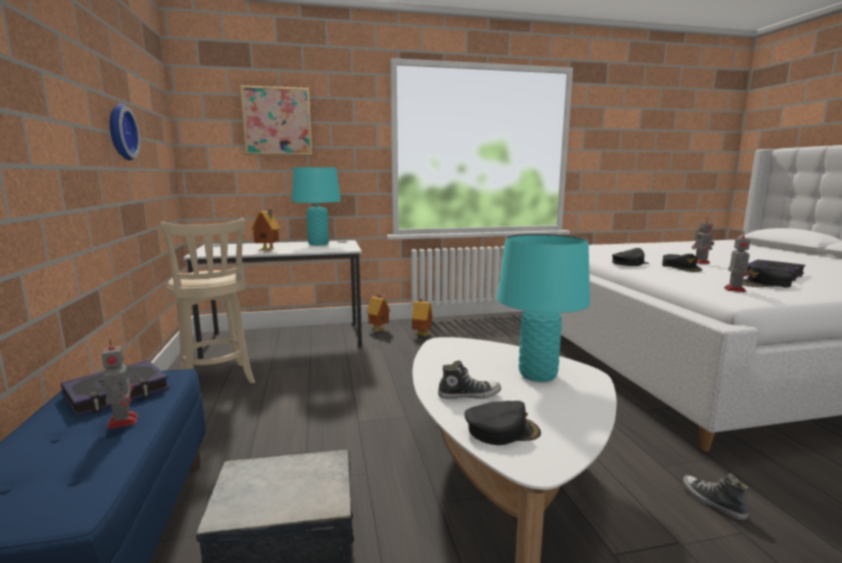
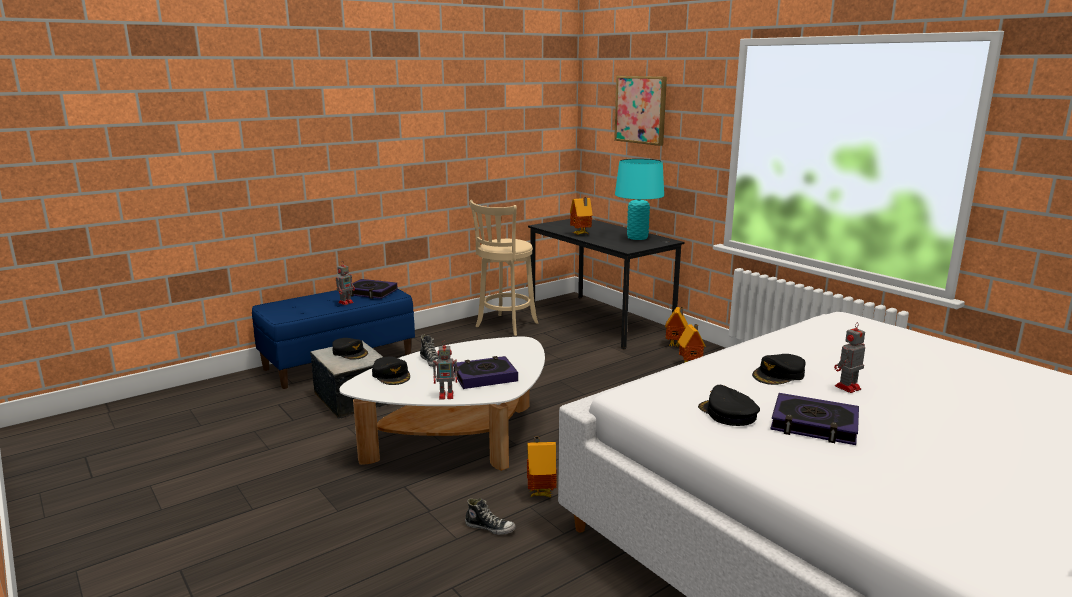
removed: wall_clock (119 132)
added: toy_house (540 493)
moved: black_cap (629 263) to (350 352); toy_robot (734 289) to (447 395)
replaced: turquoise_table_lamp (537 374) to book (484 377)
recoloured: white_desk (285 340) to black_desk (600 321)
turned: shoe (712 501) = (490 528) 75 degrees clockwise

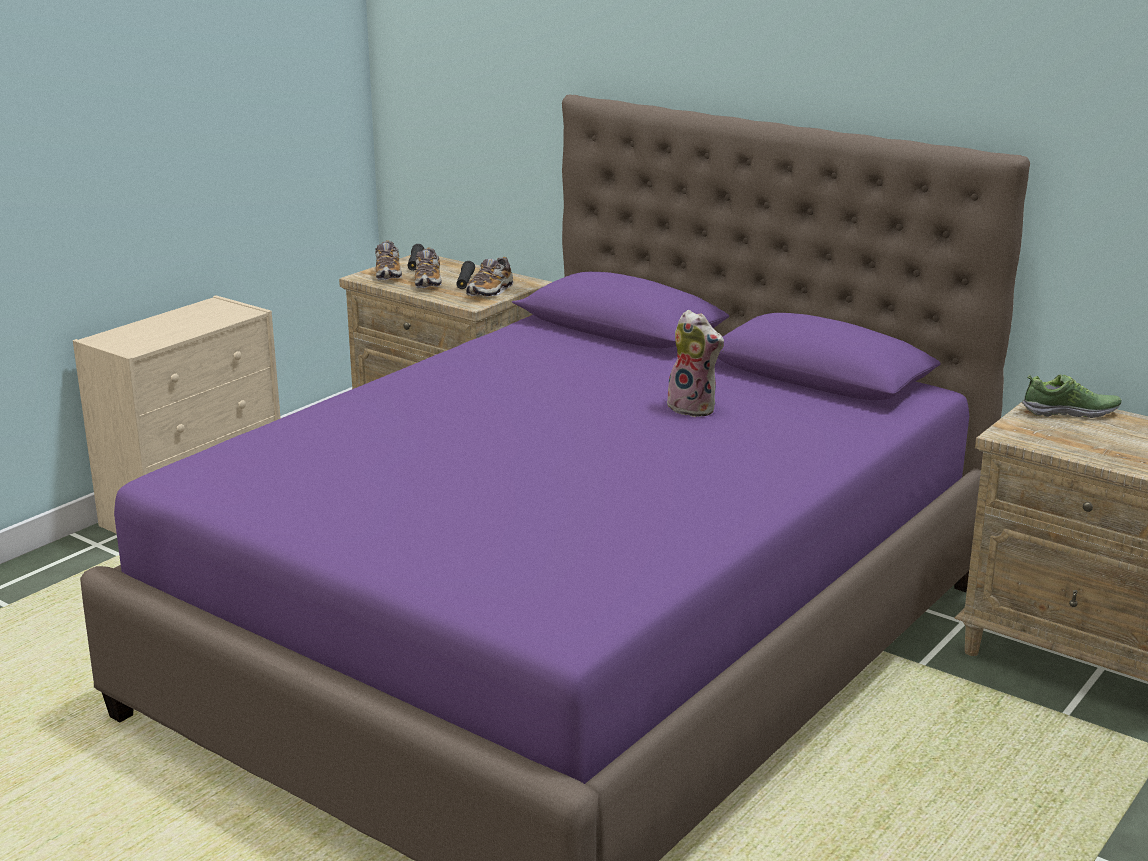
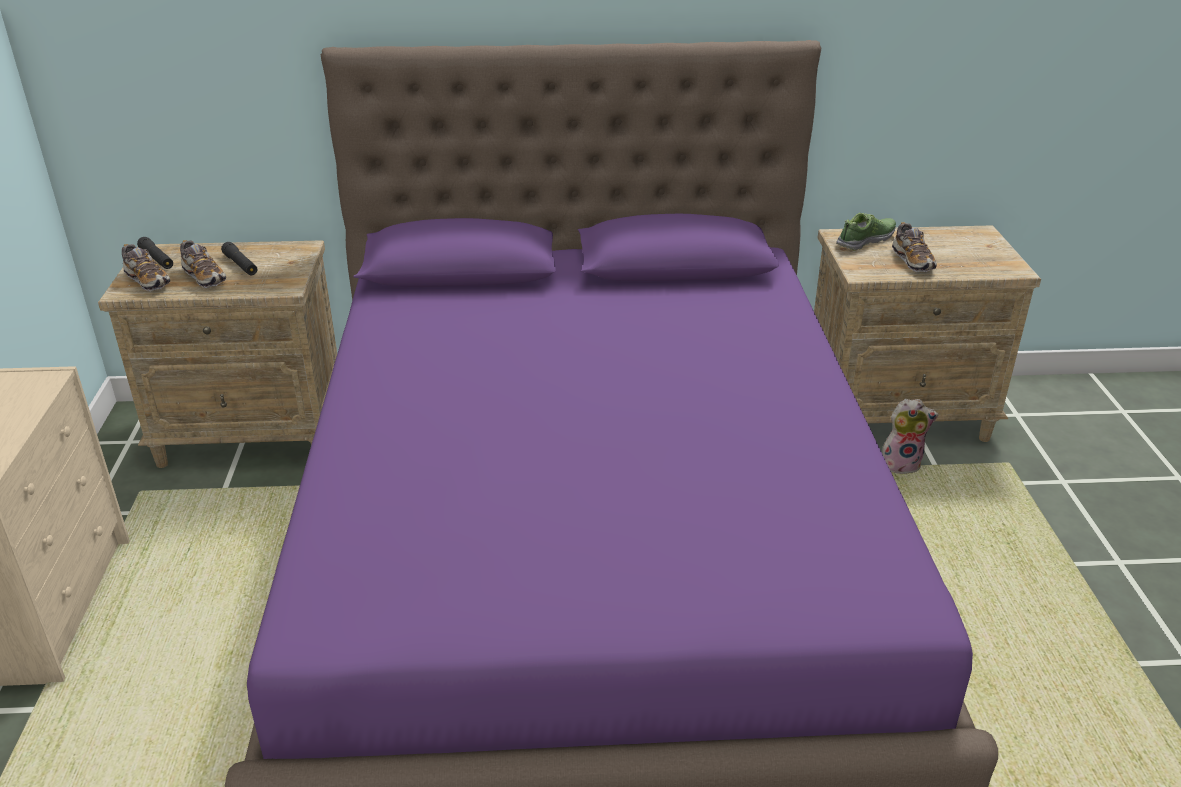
moved: shoe (490 291) to (912 261); plush_toy (694 408) to (900 465)

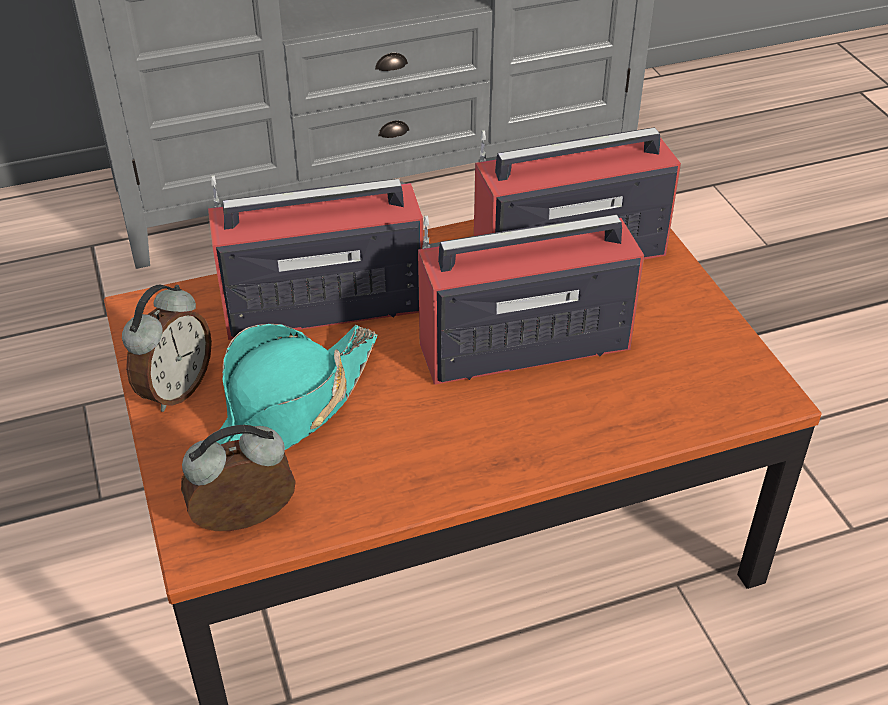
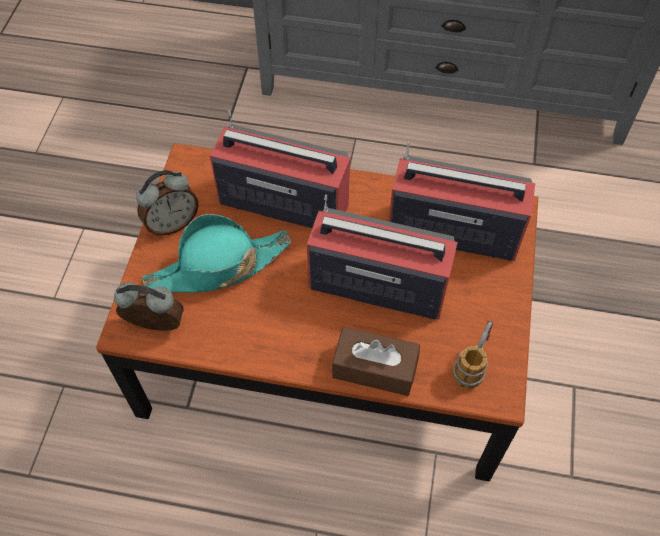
added: brown_tissue_box (374 368); mug (473 364)

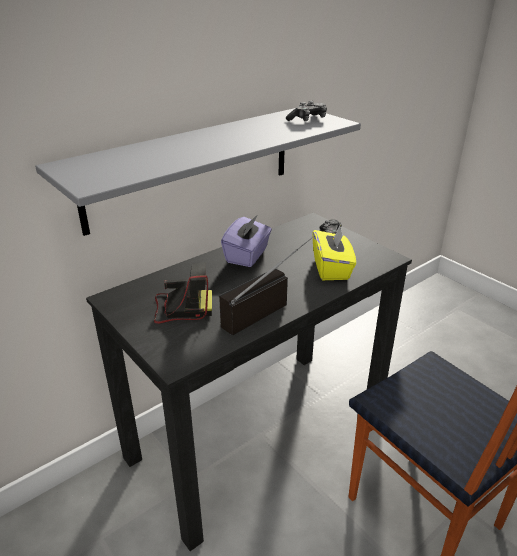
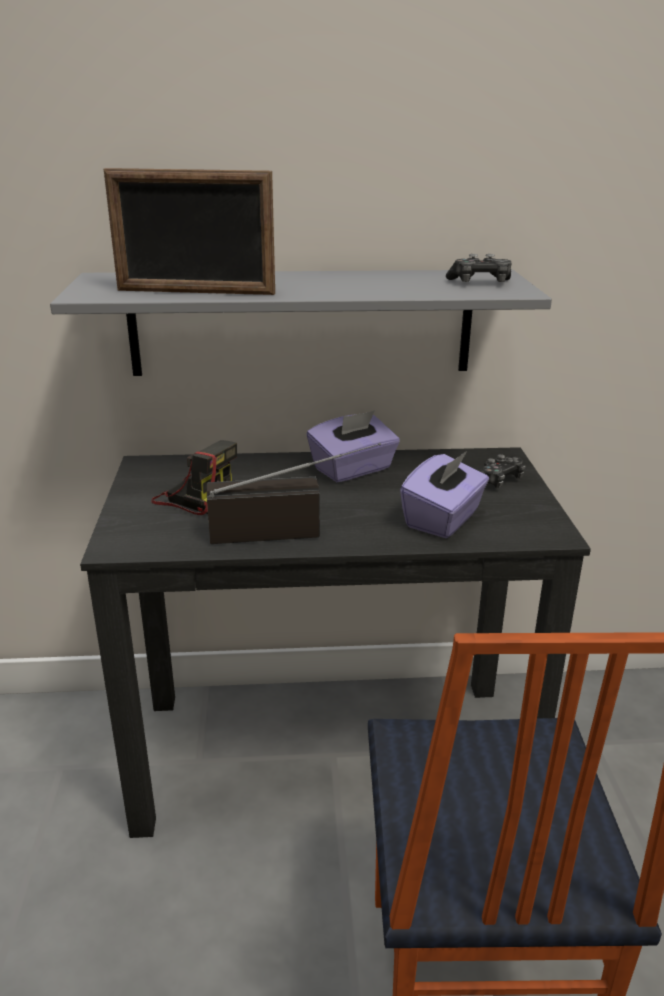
added: picture_frame (195 292)
recoloured: yellow_tissue_box (332 269) to purple_tissue_box (443 519)

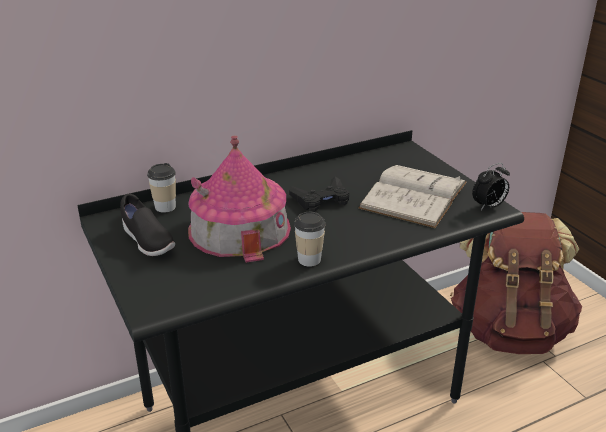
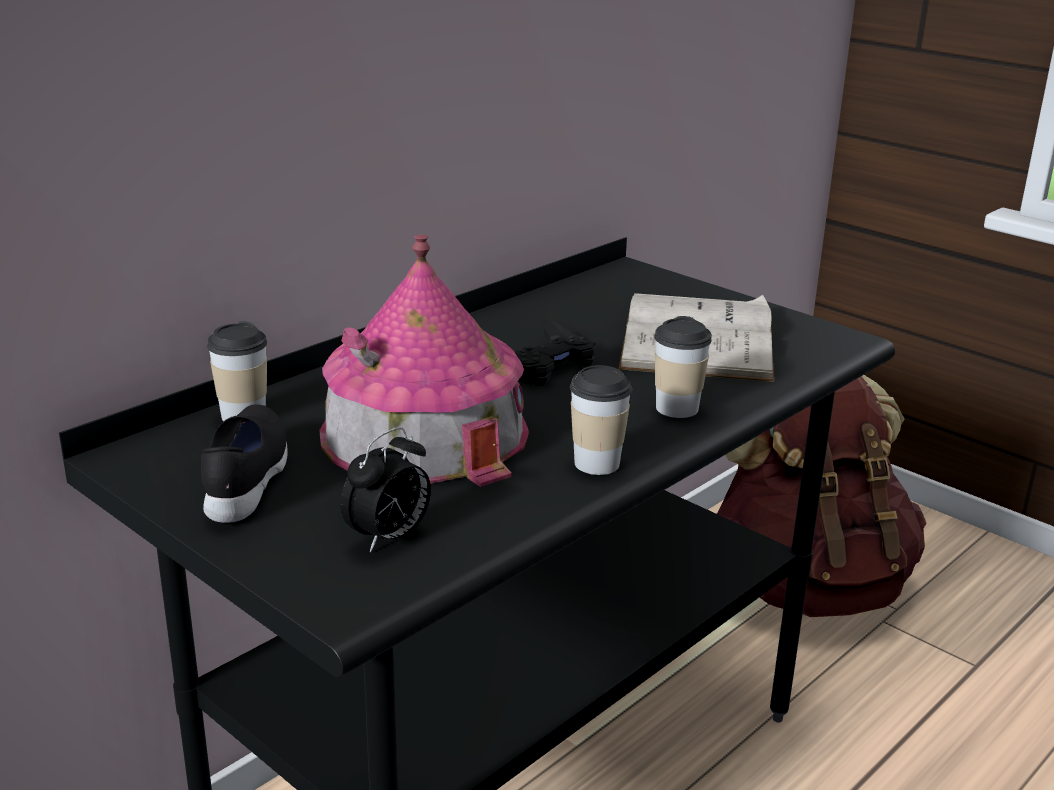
added: cup (677 408)
moved: alarm_clock (488 206) to (389 538)
turned: black_shoe (147 241) = (248 481) 120 degrees counterclockwise

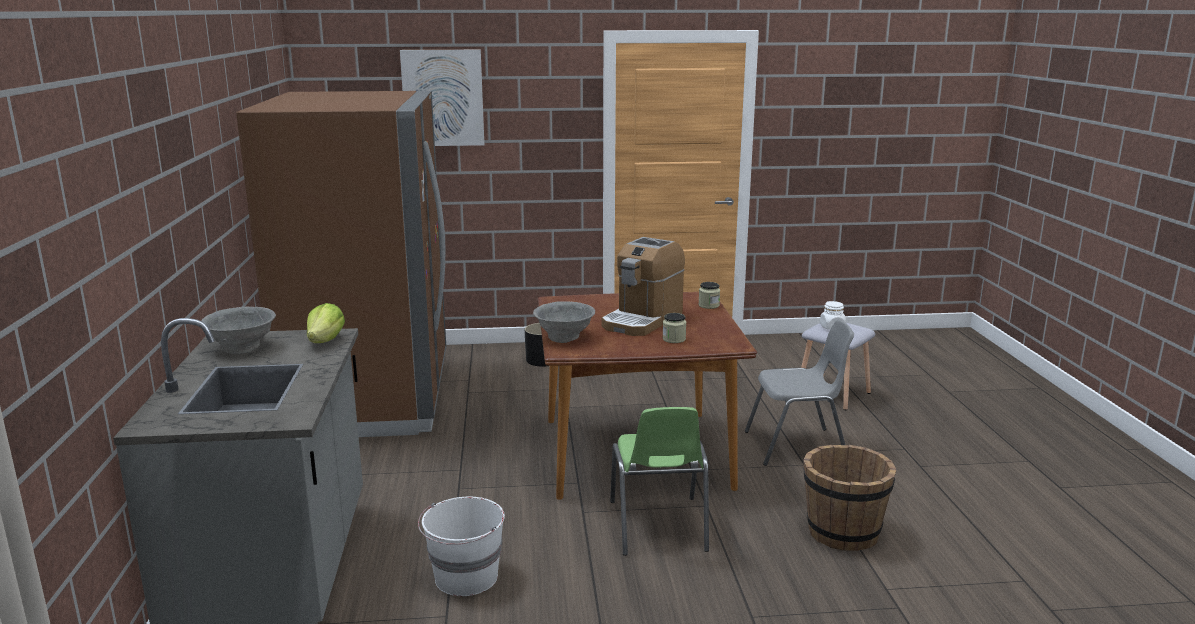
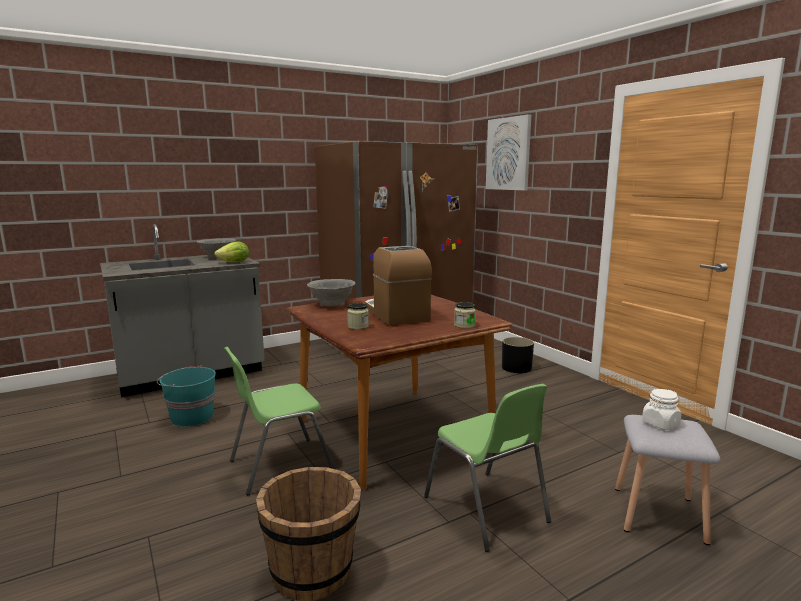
recoloured: white_bucket (465 578) to turquoise_bucket (191 417); grey_chair (797 446) to green_chair (487 510)
turned: coffee_machine (642 320) = (395 314) 60 degrees clockwise

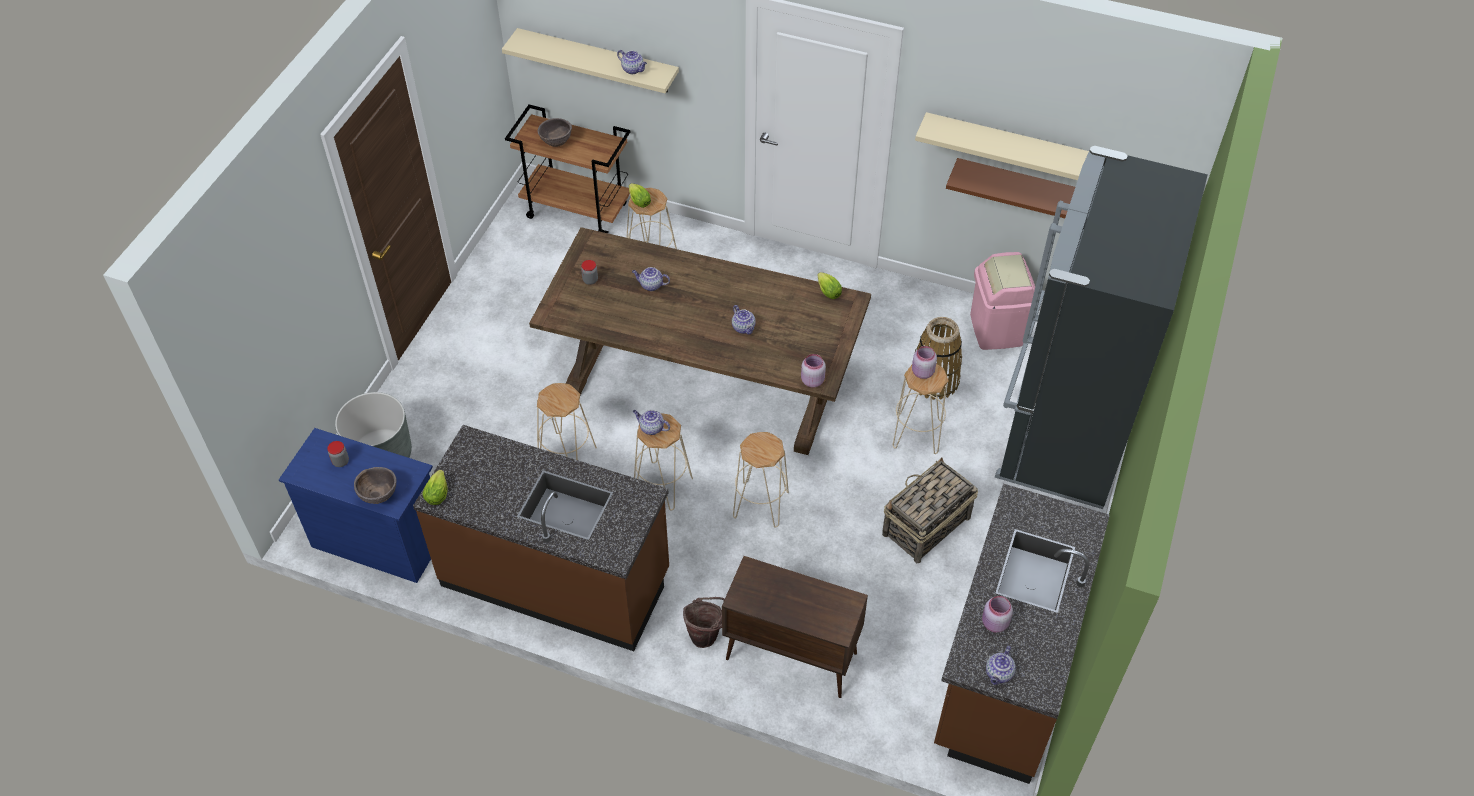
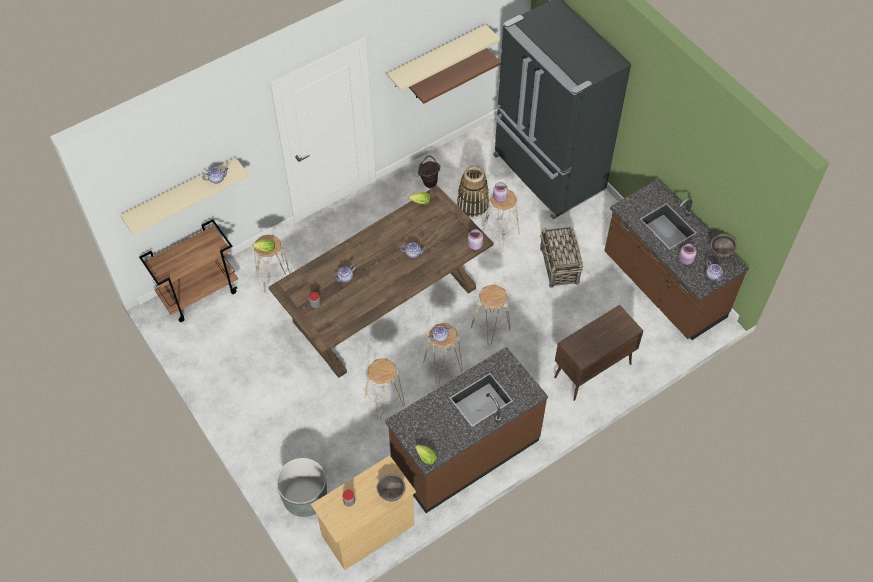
removed: pink_trash_can (997 329)
moved: brown_bowl (556 143) to (720 253); brown_bucket (706 635) to (429 182)
recoloured: blue_dresser (378 539) to beige_dresser (367 530)

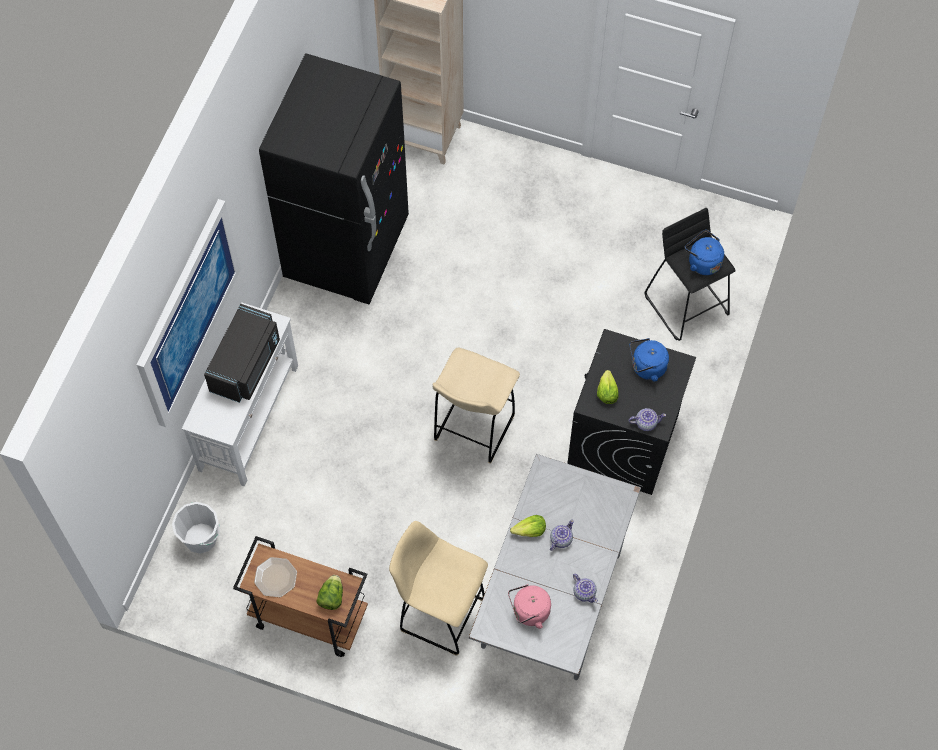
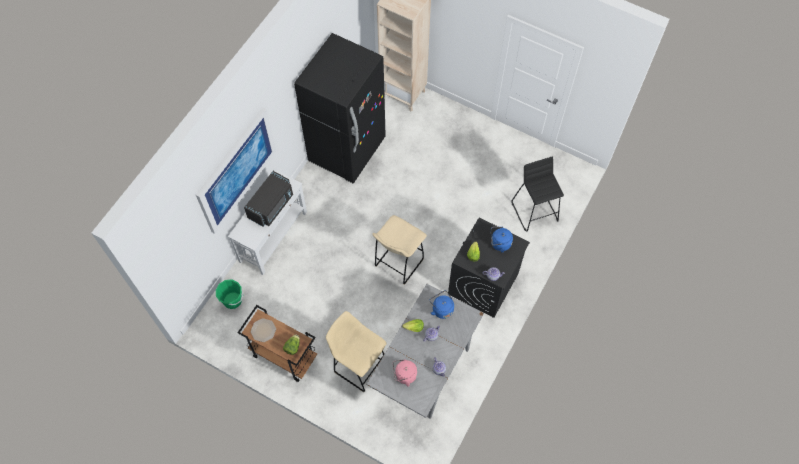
moved: blue_kettle (702 262) to (441 309)
recoloured: white_bucket (201 538) to green_bucket (232 300)

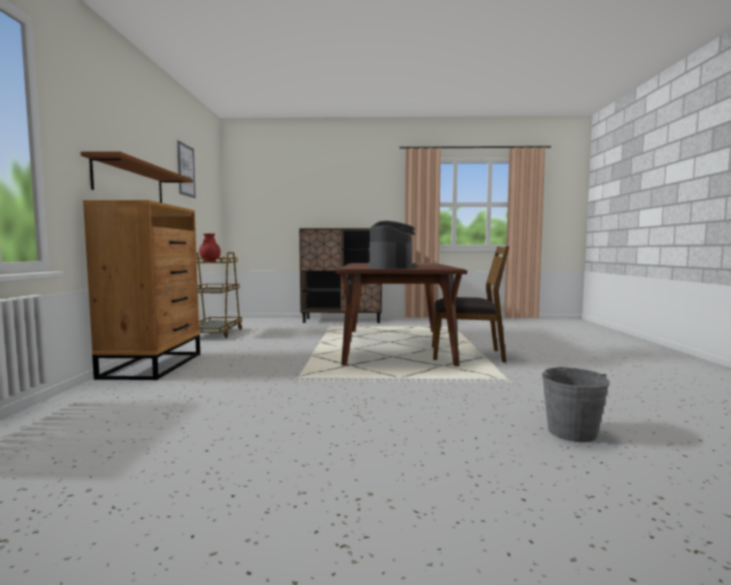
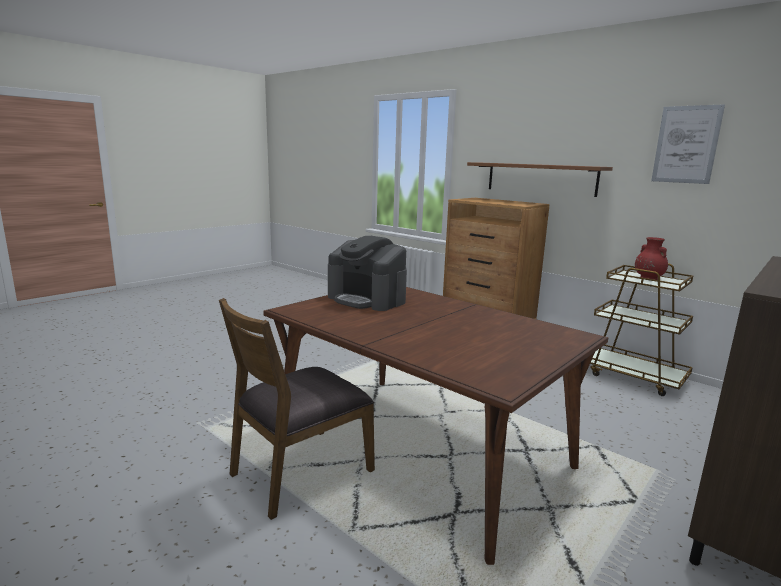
removed: grey_bucket (572 432)

